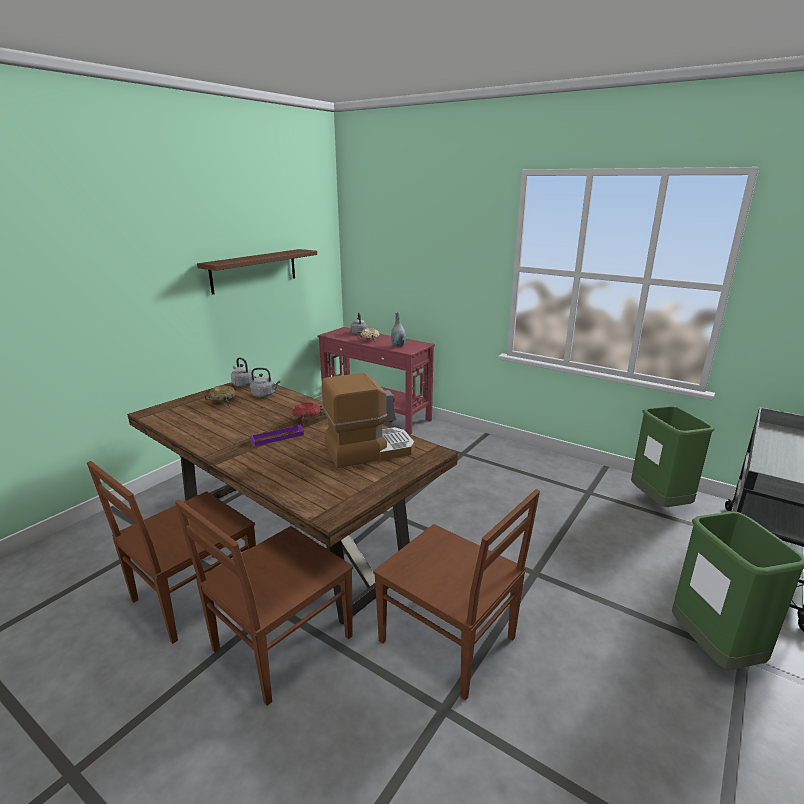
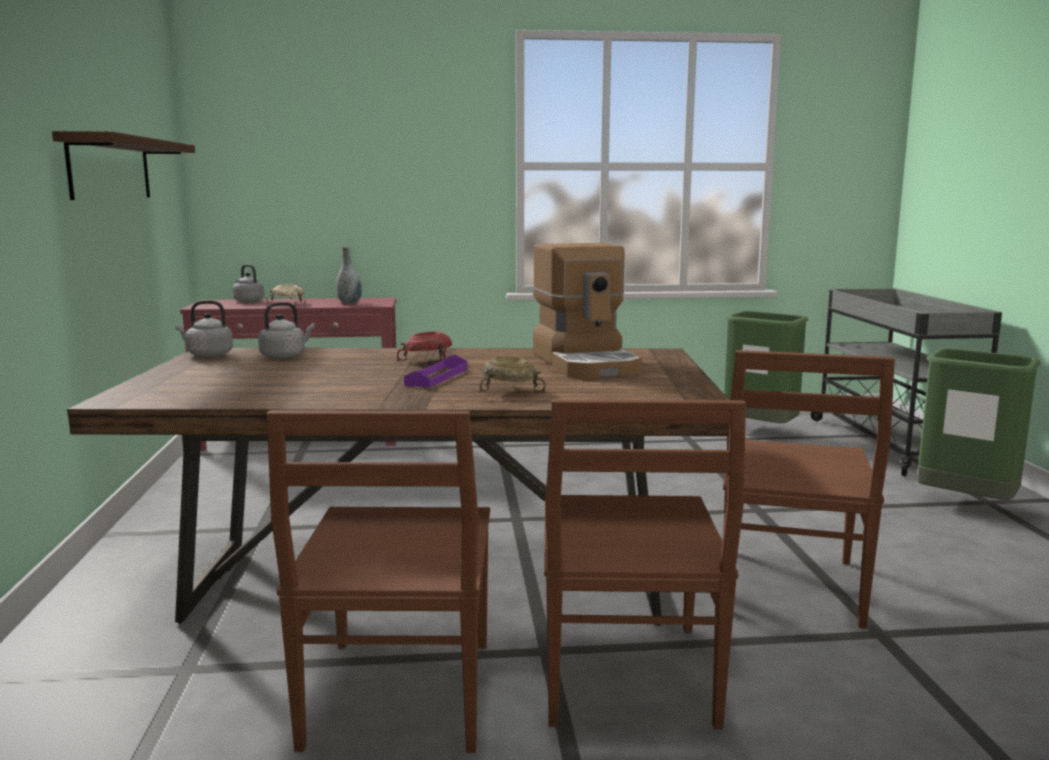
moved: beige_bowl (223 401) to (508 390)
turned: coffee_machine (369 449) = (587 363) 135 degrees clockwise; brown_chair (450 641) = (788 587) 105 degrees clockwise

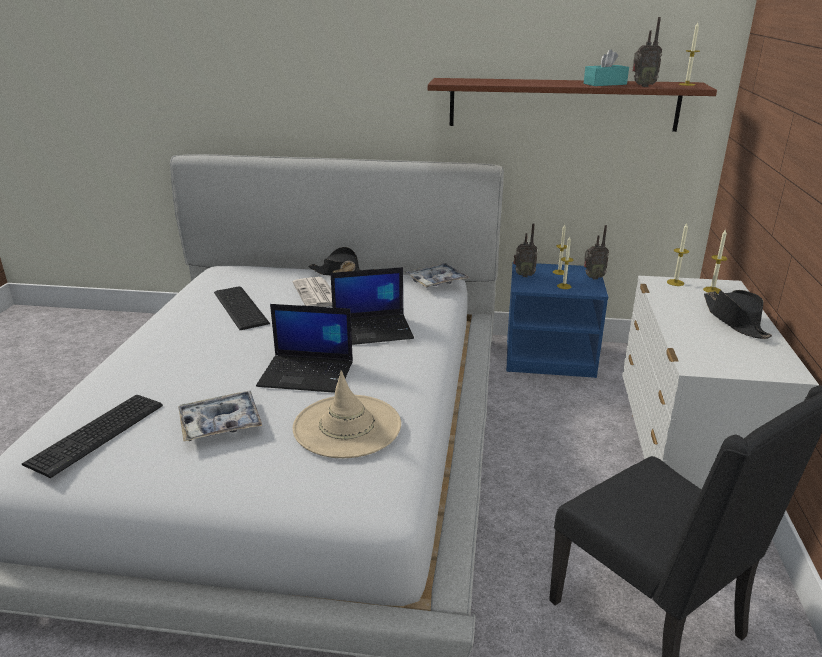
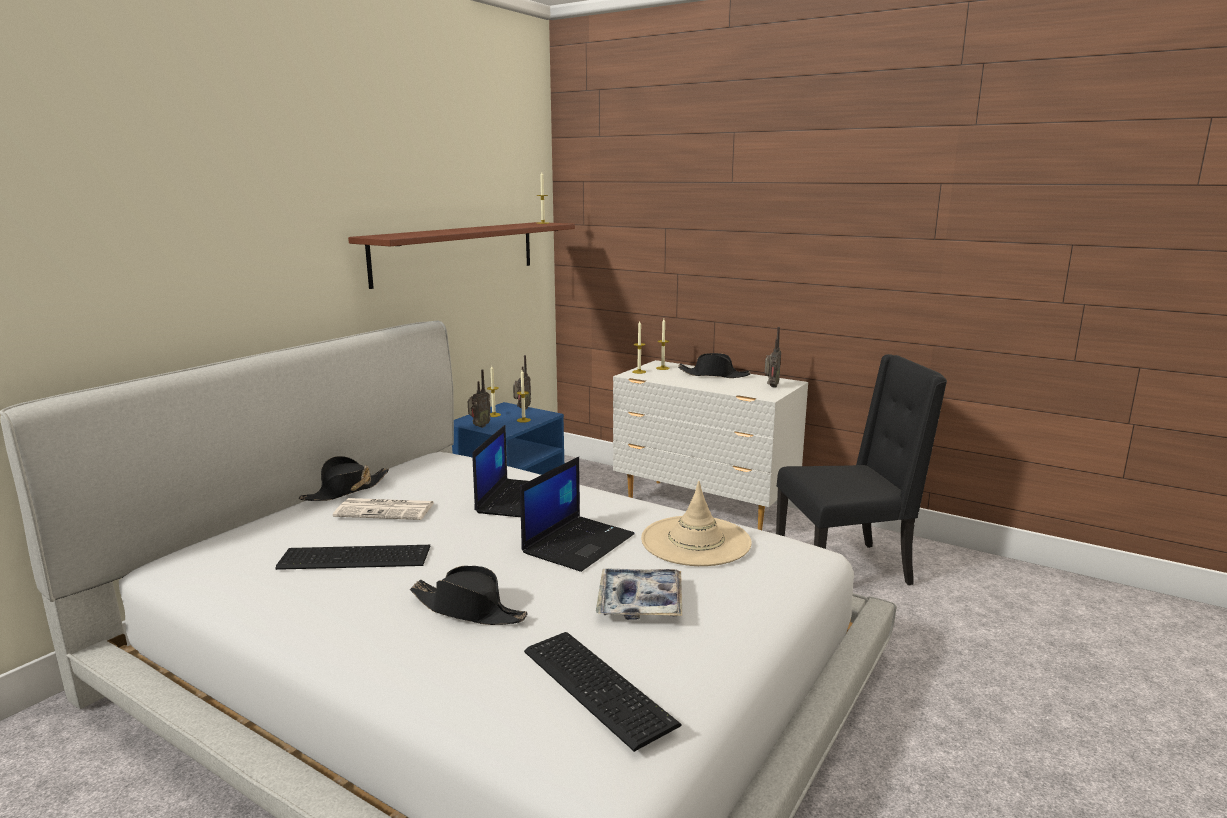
removed: tray (436 281); turquoise_tissue_box (605 84)
added: black_hat (468 610)
moved: radio (642 86) to (771 387)

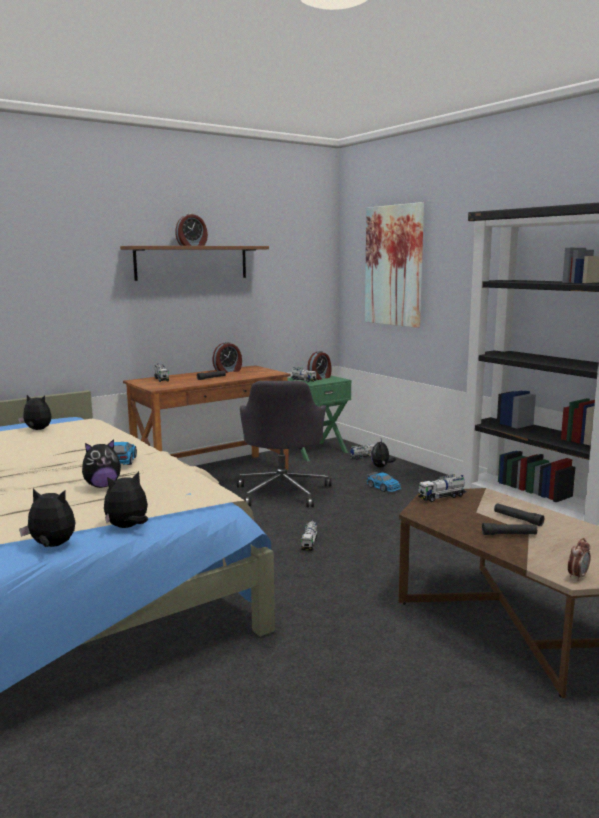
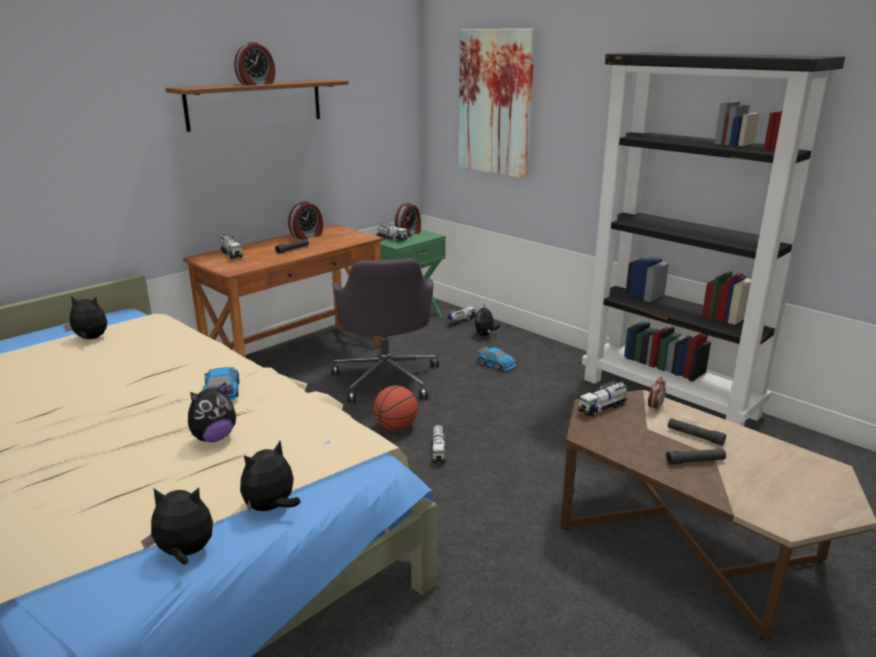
added: basketball (396 427)
moved: alarm_clock (577 576) to (655 408)

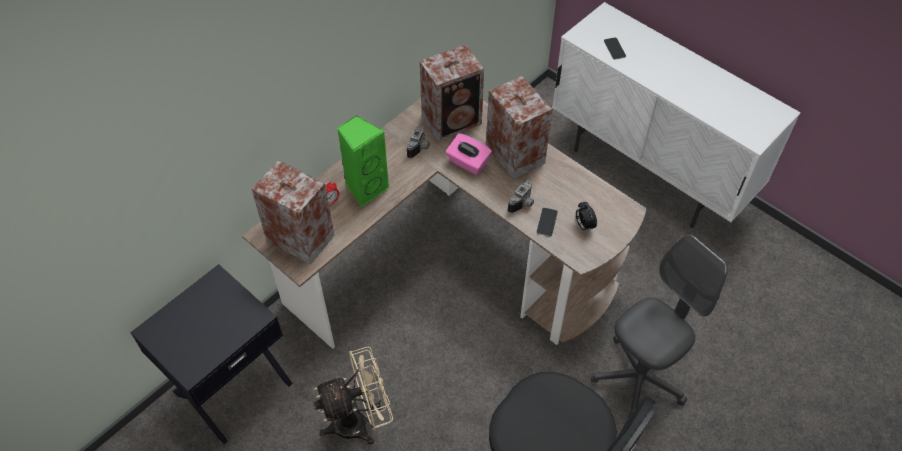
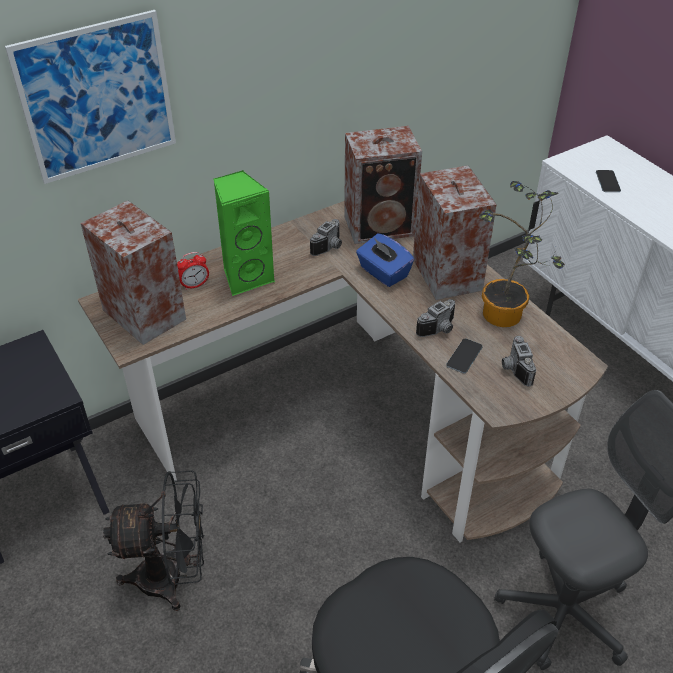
added: picture (97 98); potted_plant (506 318)
replaced: alarm_clock (584 225) to photo_camera (514 369)
recoloured: beige_fan (360 421) to black_fan (172 577); pink_tissue_box (468 163) to blue_tissue_box (383 273)

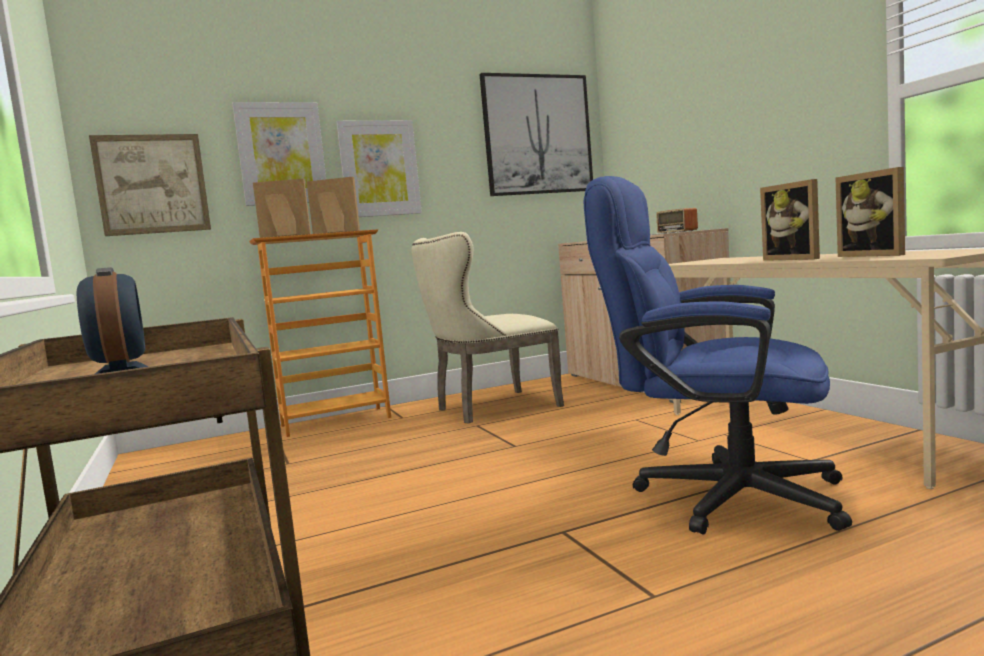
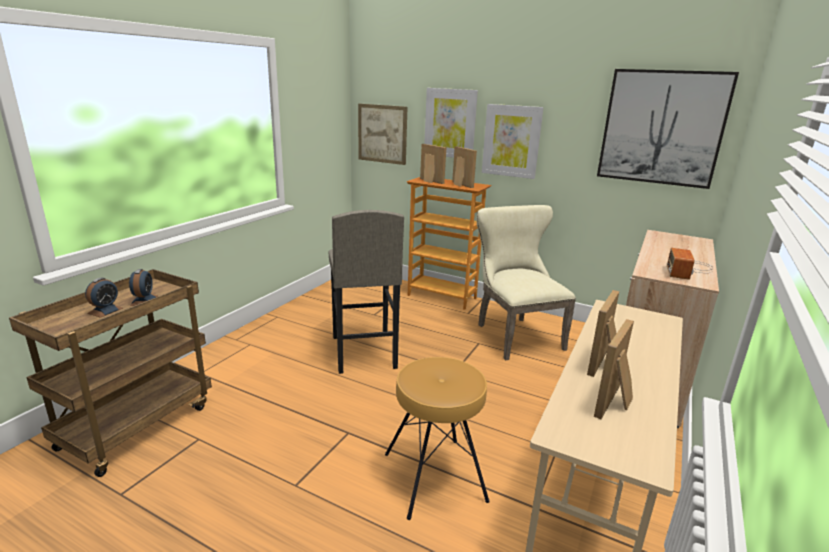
added: alarm_clock (144 300); grey_stool (363 352)
replaced: blue_office_chair (718 495) to brown_stool (435 476)
turned: beige_chair (490 408) = (514 334) 45 degrees clockwise

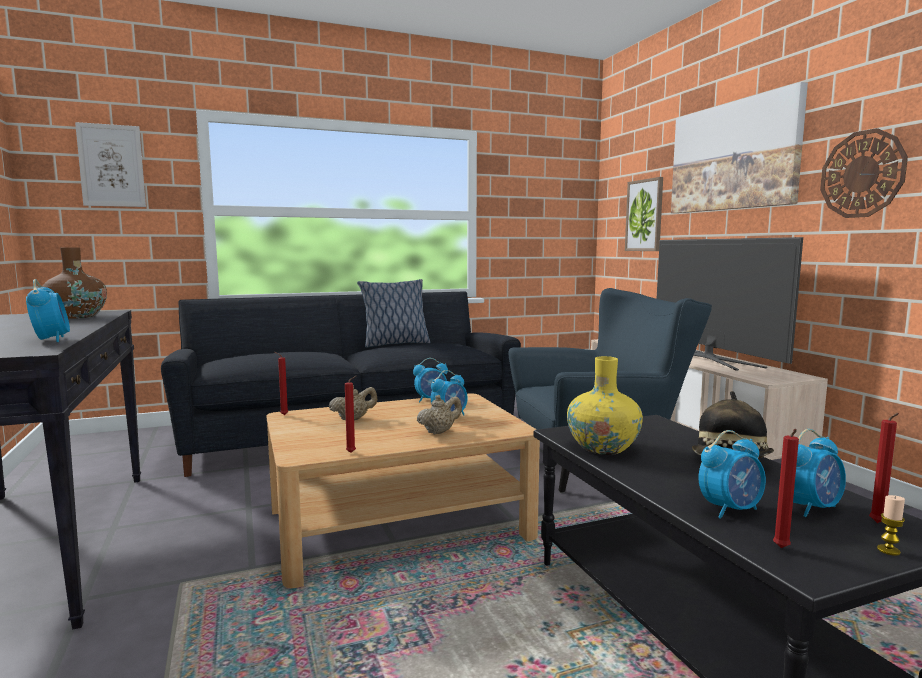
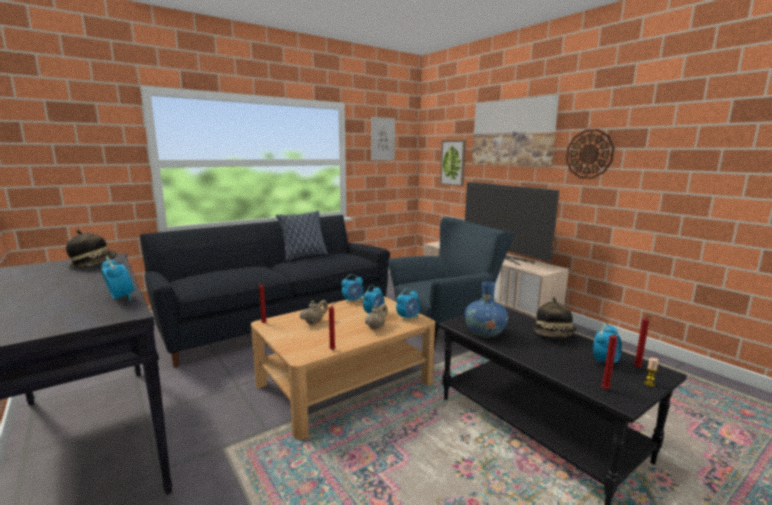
moved: picture (111 165) to (382 139); alarm_clock (730 509) to (408 318)
replaced: brown_vase (77 316) to hat (94 265)
recoloured: yellow_vase (603 447) to blue_vase (485 333)

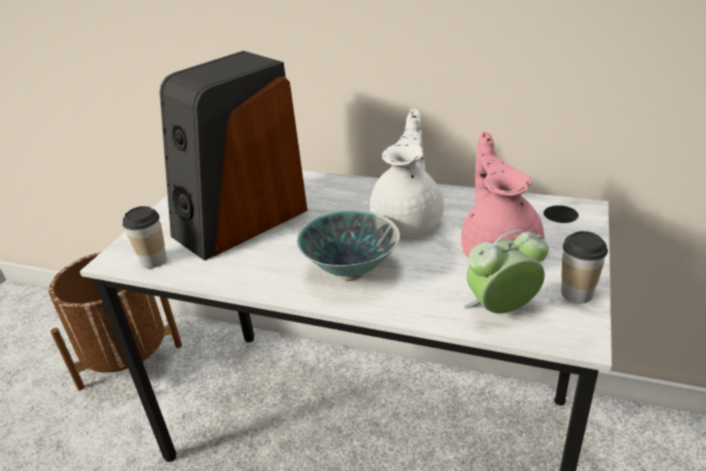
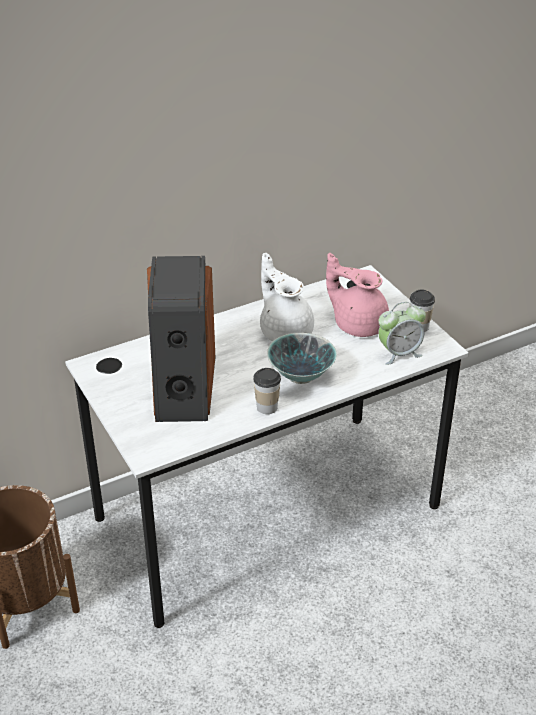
moved: cup (153 260) to (267 407)
turned: alarm_clock (502 309) = (399 353) 135 degrees counterclockwise

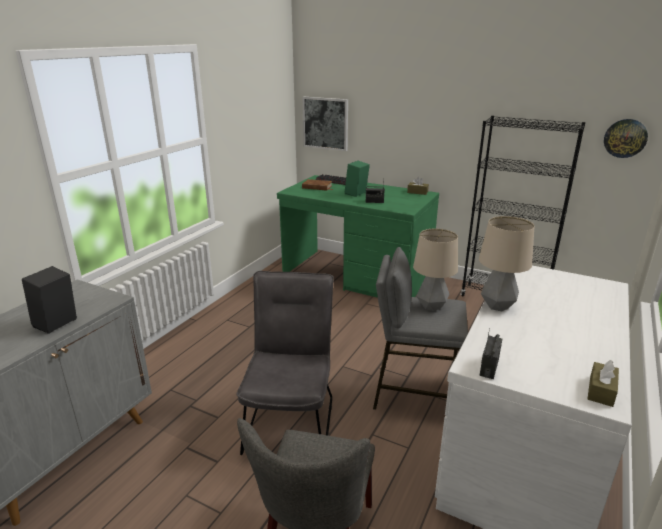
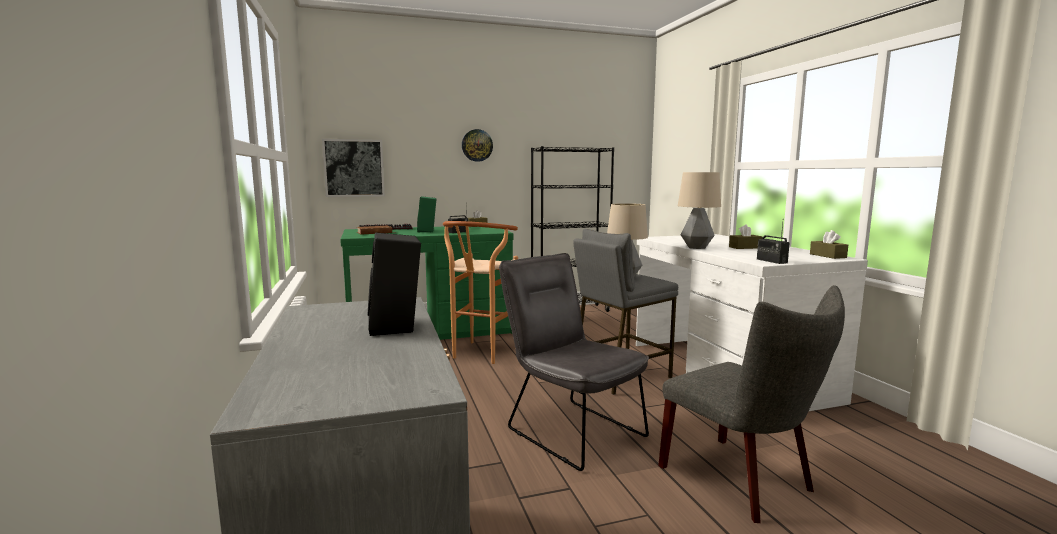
added: brown_stool (481 355); brown_tissue_box (745 247)
moved: wall_clock (625 138) to (477 145)

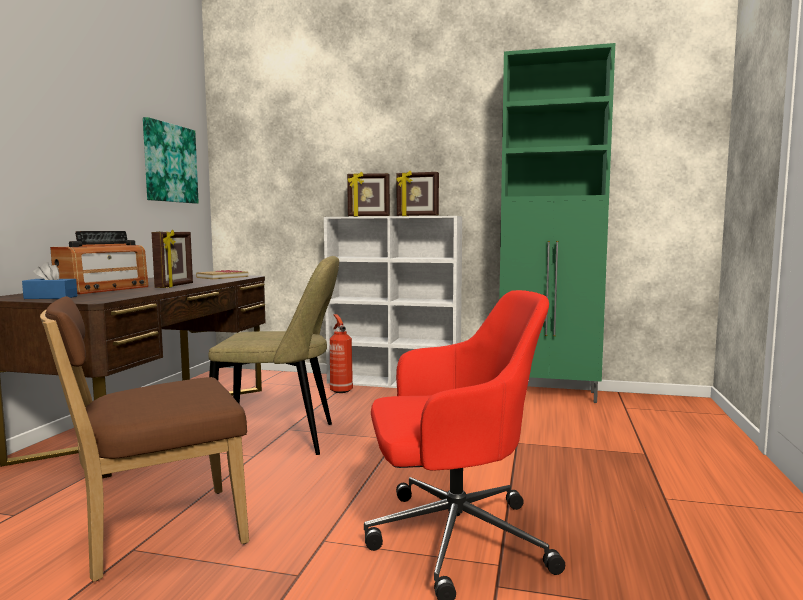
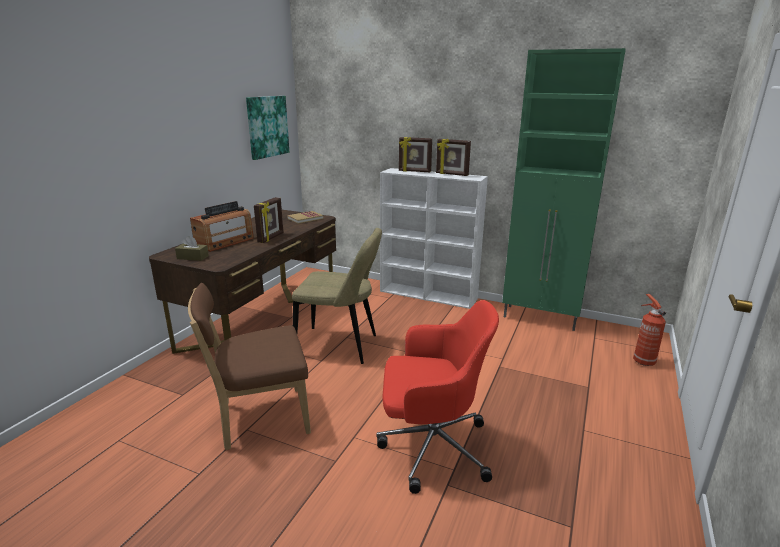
moved: fire_extinguisher (340 390) to (642 361)
recoloured: blue_tissue_box (51 297) to brown_tissue_box (192 257)

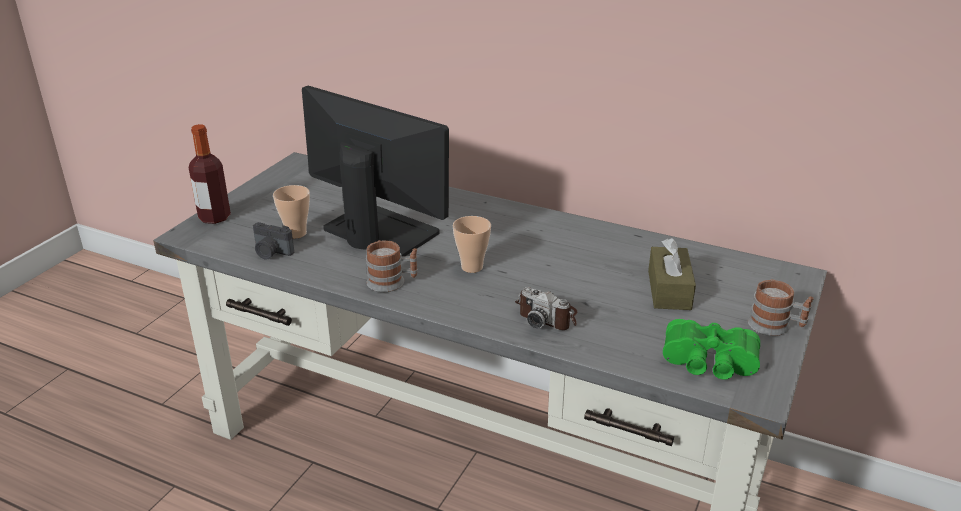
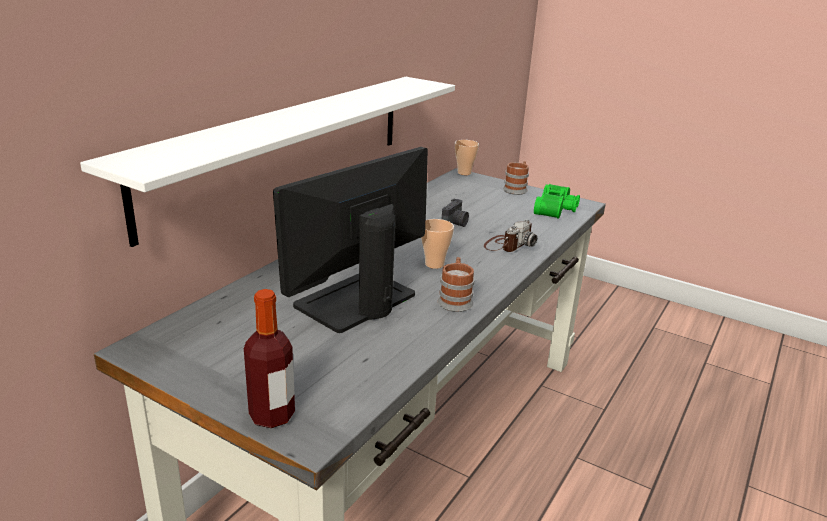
removed: brown_tissue_box (669 290)
added: white_shelf (286 147)
moved: photo_camera (271 253) to (455 224); cup (296 233) to (464 173)

